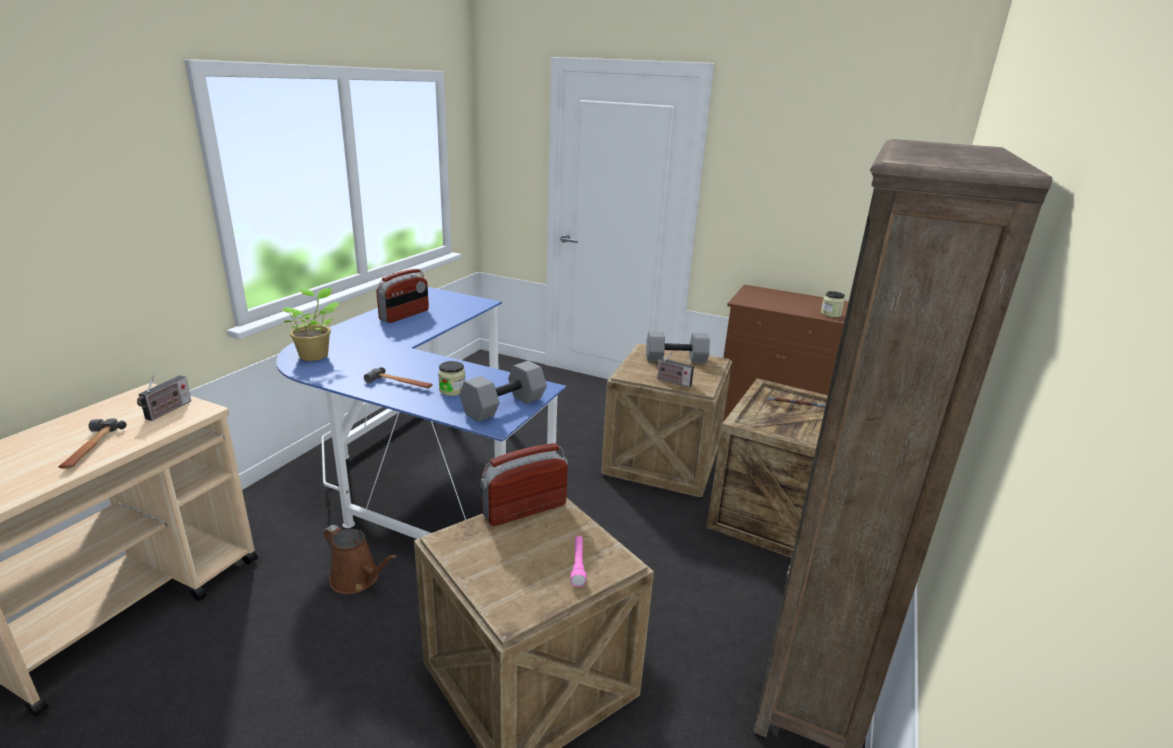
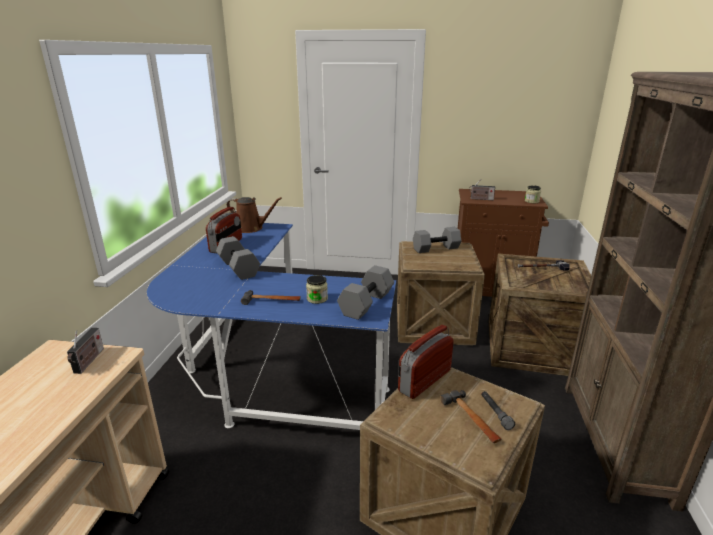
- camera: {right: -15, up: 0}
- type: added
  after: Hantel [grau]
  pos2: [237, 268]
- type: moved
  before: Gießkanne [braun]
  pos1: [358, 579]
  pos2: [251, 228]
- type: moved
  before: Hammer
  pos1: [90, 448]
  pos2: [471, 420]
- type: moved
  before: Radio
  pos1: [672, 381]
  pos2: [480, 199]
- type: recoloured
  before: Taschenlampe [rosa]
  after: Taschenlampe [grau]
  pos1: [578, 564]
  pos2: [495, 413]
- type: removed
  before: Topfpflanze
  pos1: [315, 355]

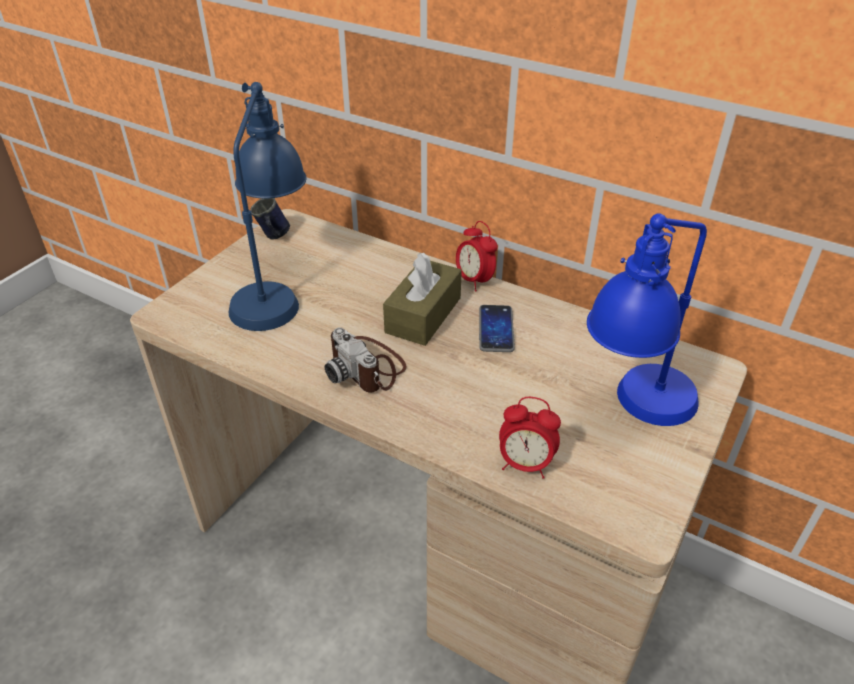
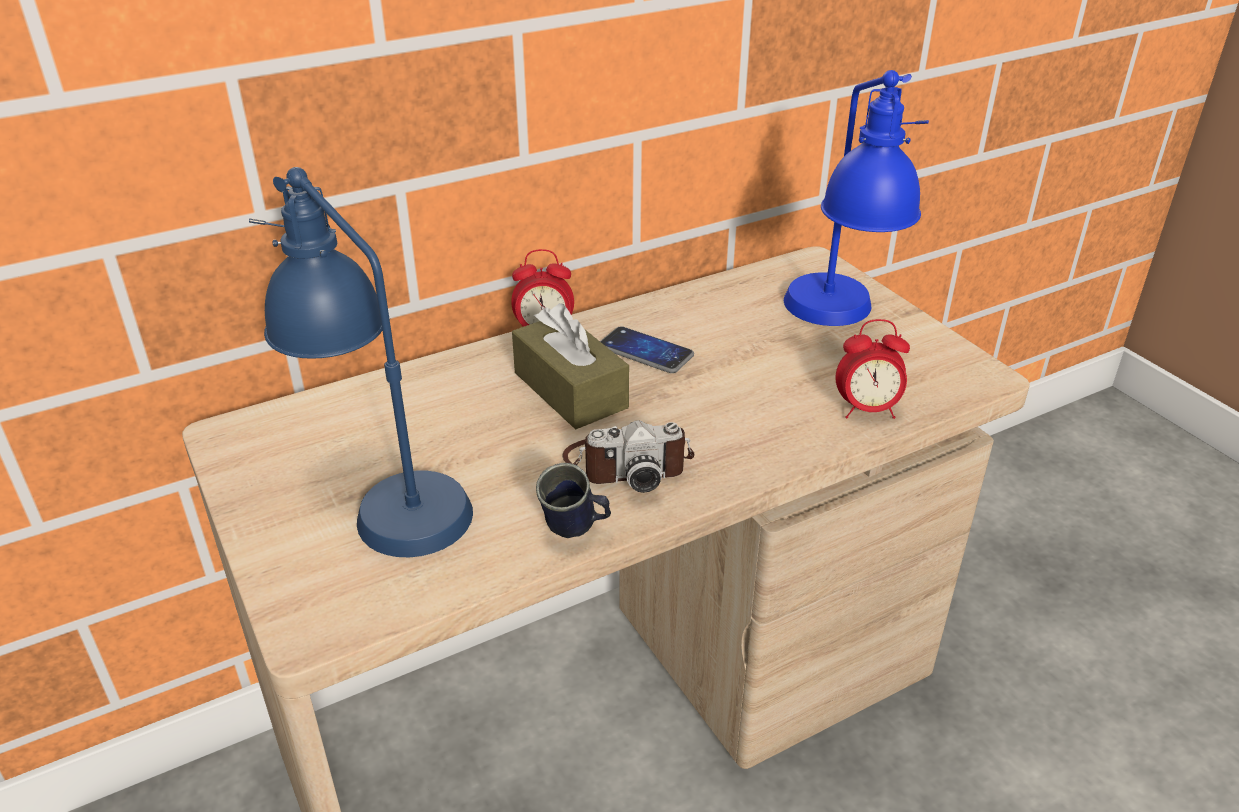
- camera: {right: -60, up: -5}
- type: moved
  before: Henkelbecher [blau]
  pos1: [273, 237]
  pos2: [576, 531]
- type: turned
  before: Wecker
  pos1: [525, 464]
  pos2: [867, 410]
  turn: 45

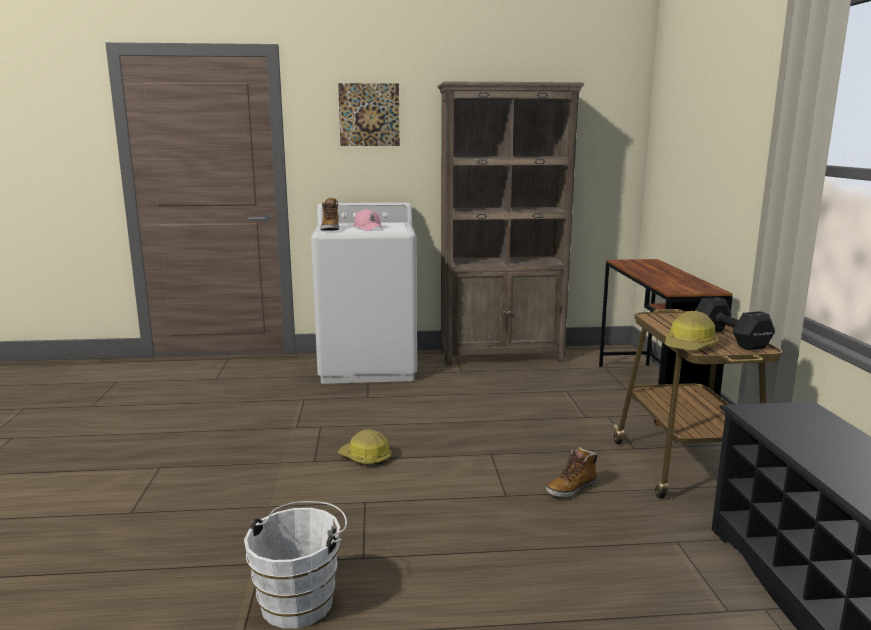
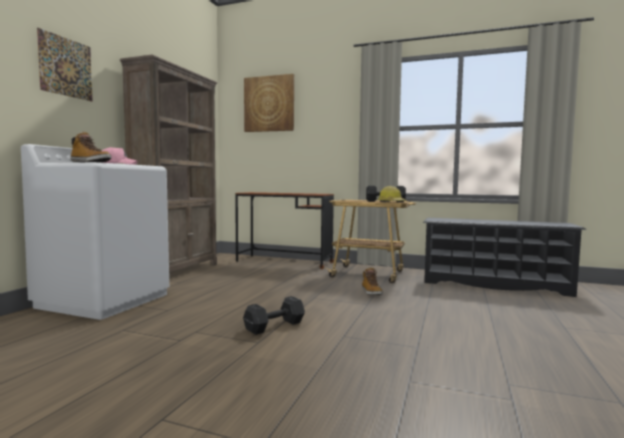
- camera: {right: -65, up: -10}
- type: replaced
  before: Schutzhelm
  after: Hantel [schwarz]
  pos1: [365, 458]
  pos2: [276, 326]
- type: added
  after: Bild
  pos2: [269, 104]
- type: removed
  before: Eimer [weiß]
  pos1: [301, 600]

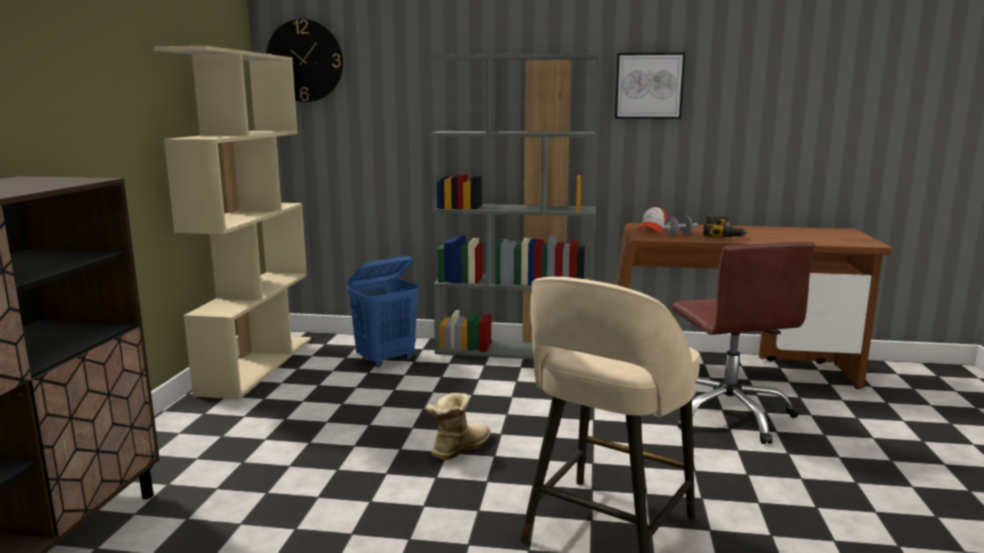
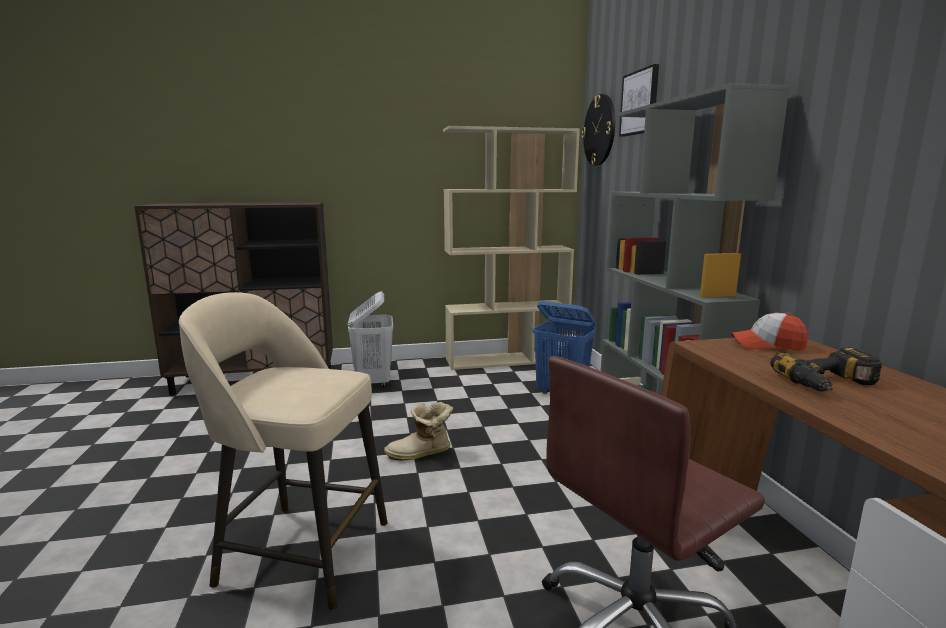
- camera: {right: 70, up: 0}
- type: added
  after: Wäschekorb [weiß]
  pos2: [373, 382]
- type: turned
  before: Stiefel
  pos1: [457, 449]
  pos2: [420, 454]
  turn: 150
- type: moved
  before: Bild
  pos1: [649, 86]
  pos2: [640, 102]
- type: removed
  before: Hantel [grau]
  pos1: [678, 235]

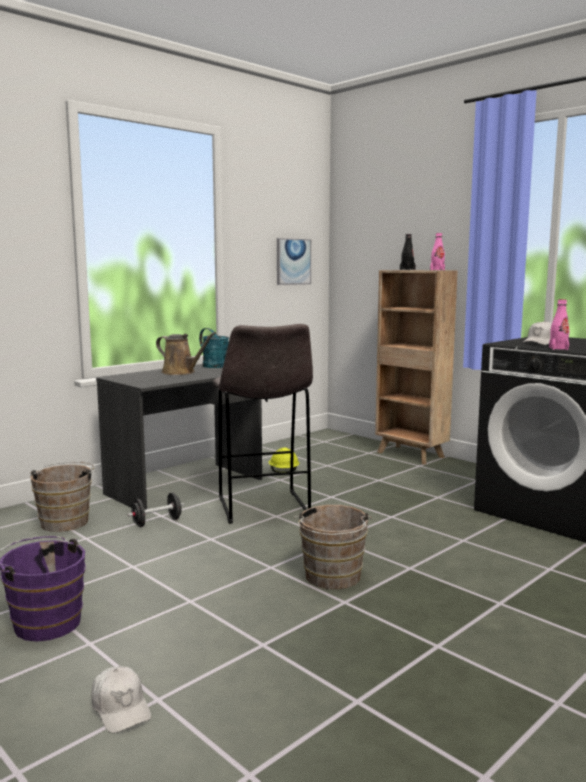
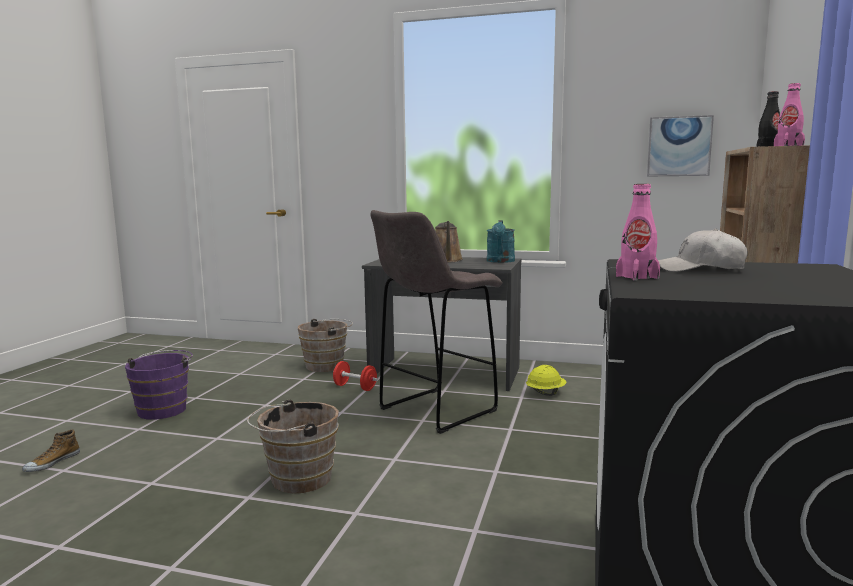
- camera: {right: 60, up: 0}
- type: replaced
  before: Kappe [weiß]
  after: Schuh
  pos1: [121, 708]
  pos2: [52, 463]
- type: recoloured
  before: Hantel [schwarz]
  after: Hantel [rot]
  pos1: [157, 522]
  pos2: [355, 387]

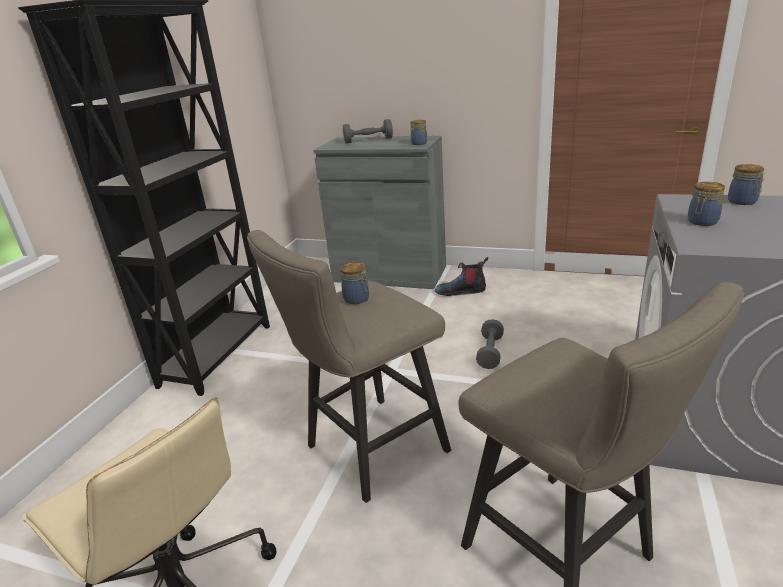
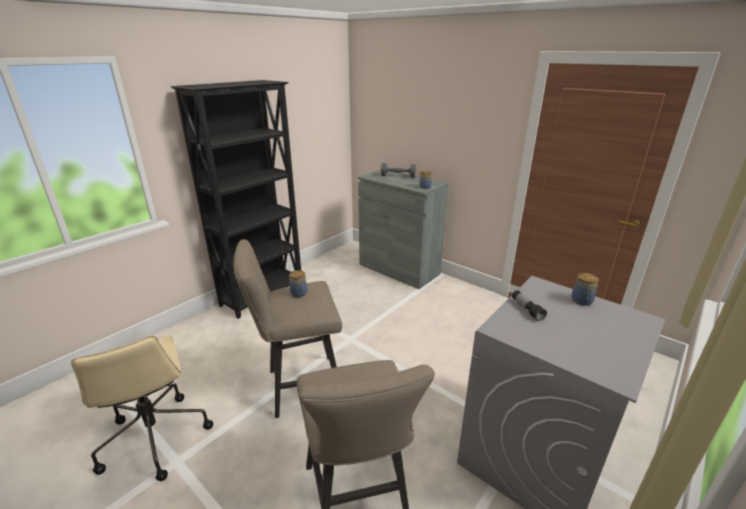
- camera: {right: 20, up: 0}
- type: replaced
  before: Vorratsglas
  after: Taschenlampe
  pos1: [701, 222]
  pos2: [526, 309]
- type: removed
  before: Stiefel
  pos1: [461, 291]
- type: removed
  before: Hantel [grau]
  pos1: [490, 352]

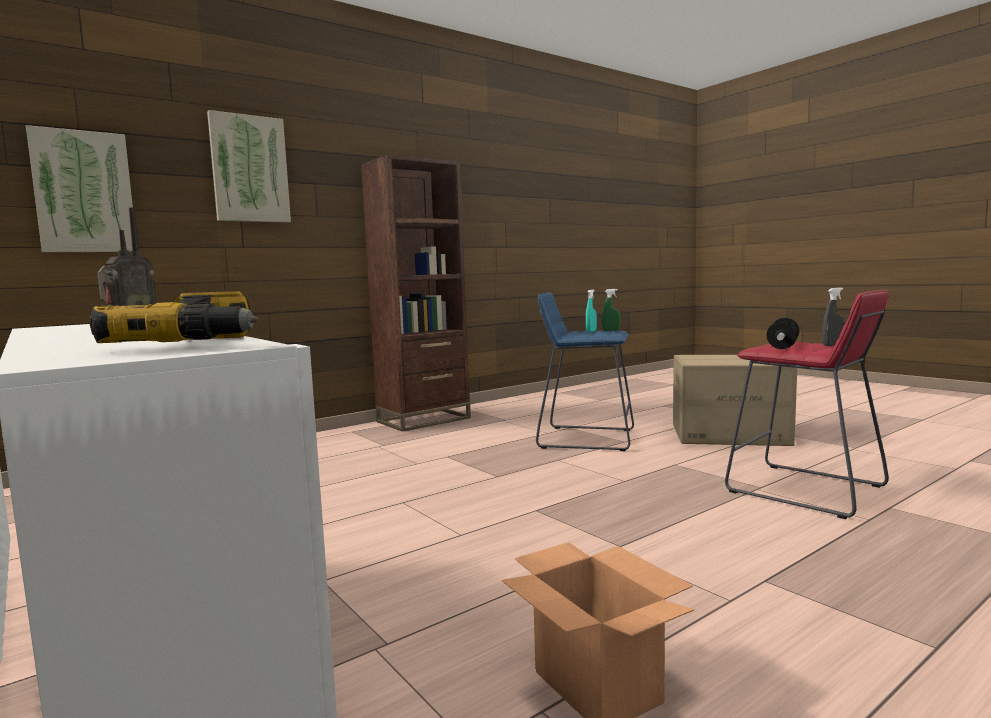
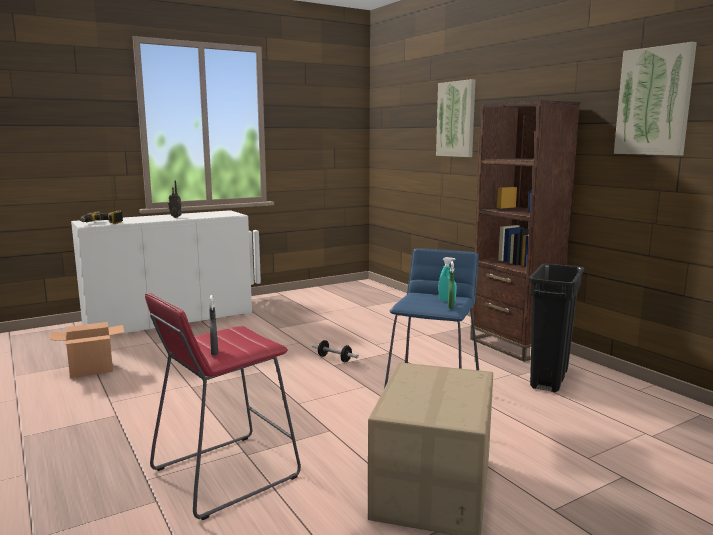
- camera: {right: 95, up: 5}
- type: moved
  before: Hantel
  pos1: [782, 346]
  pos2: [334, 359]
- type: added
  after: Mülleimer [schwarz]
  pos2: [549, 379]
- type: moved
  before: Bild
  pos1: [84, 192]
  pos2: [654, 101]

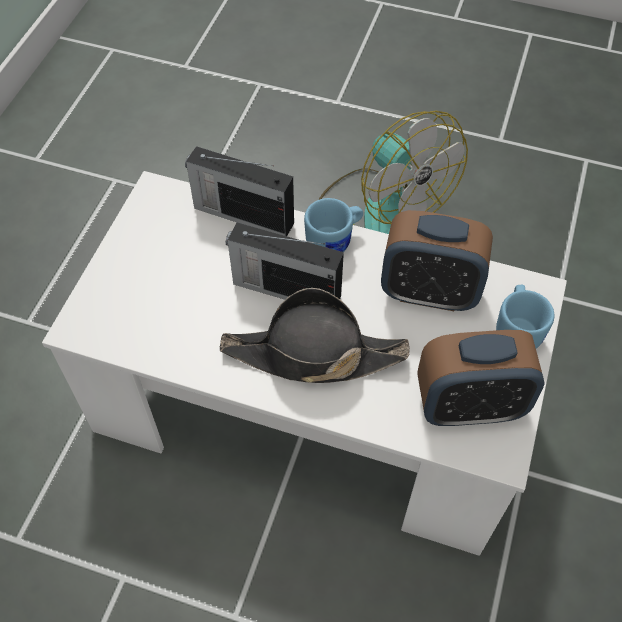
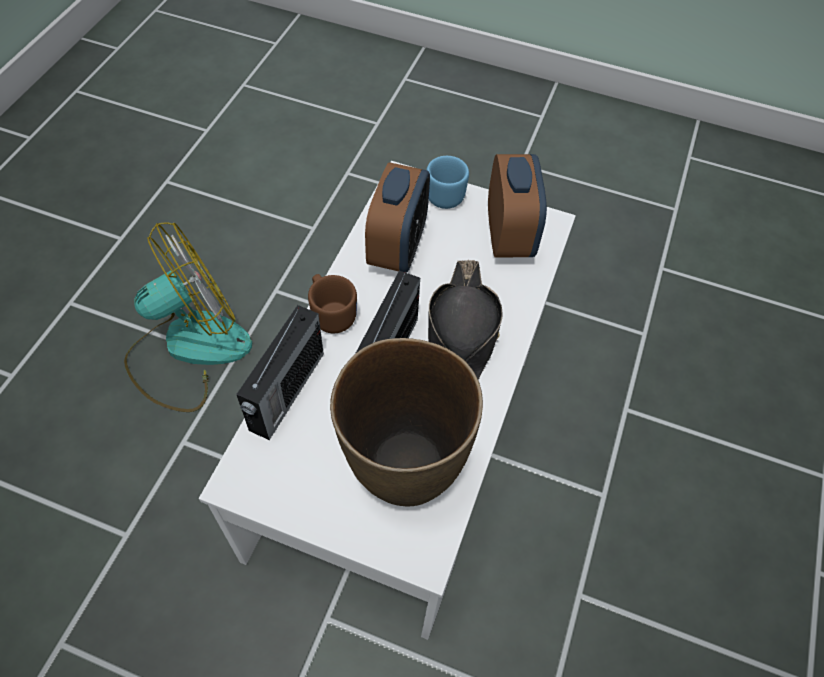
- camera: {right: -90, up: 0}
- type: recoloured
  before: Henkelbecher [blau]
  after: Henkelbecher [braun]
  pos1: [335, 241]
  pos2: [331, 313]
- type: added
  after: Vase [braun]
  pos2: [403, 471]

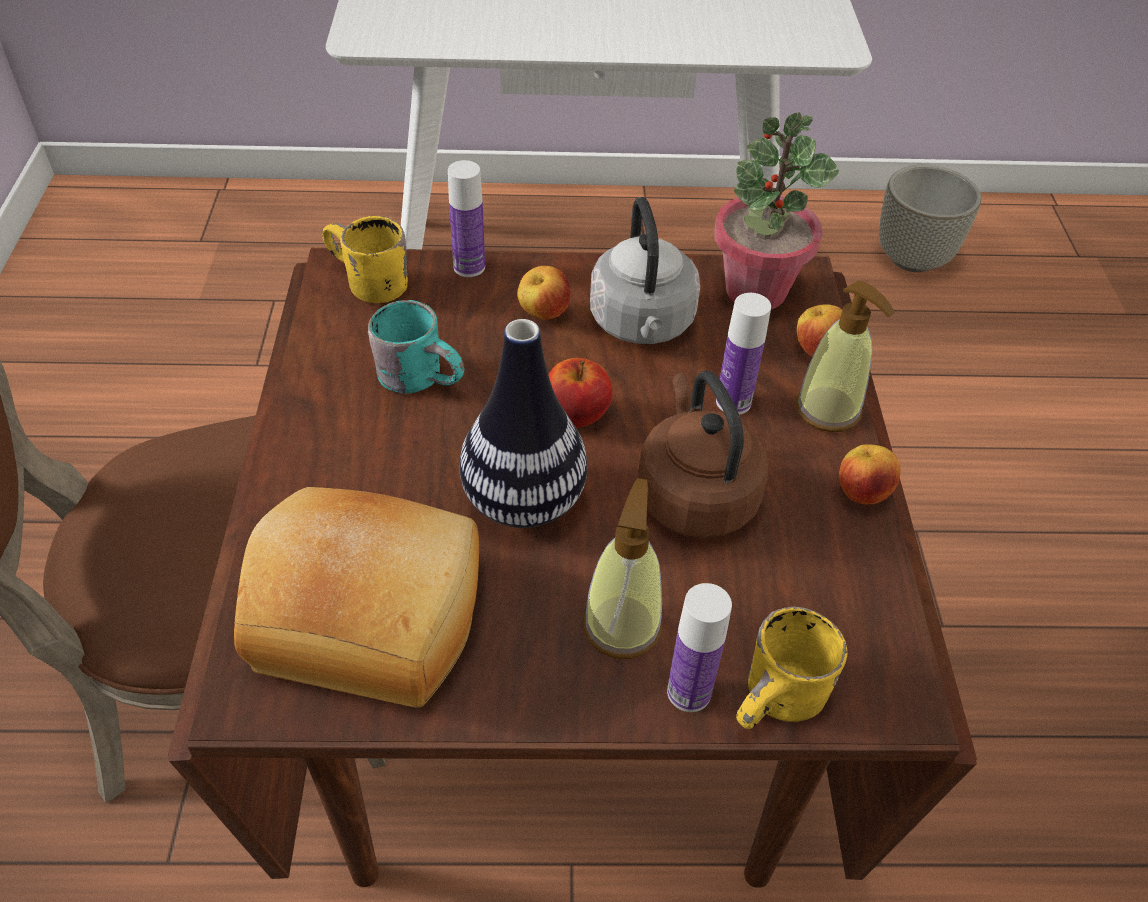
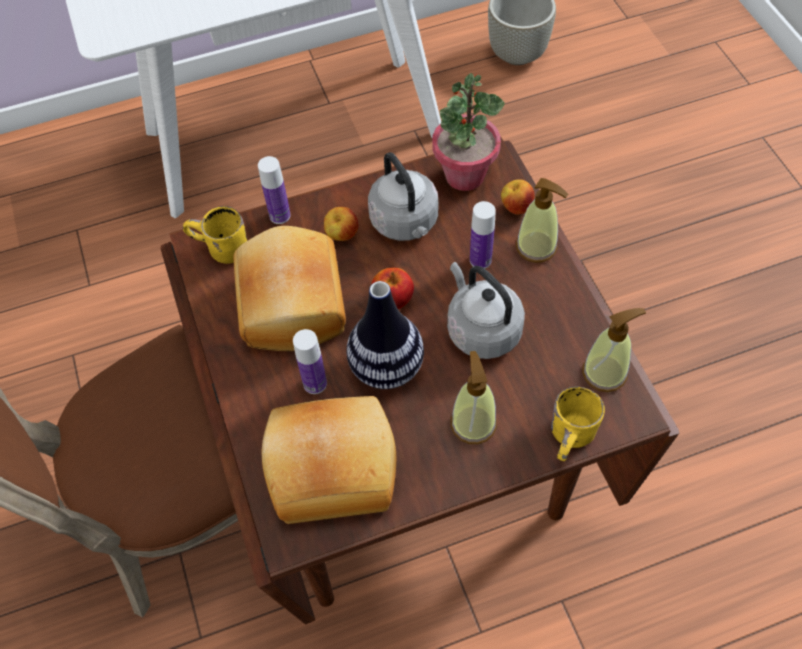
- camera: {right: -15, up: 10}
- type: replaced
  before: Henkelbecher [türkis]
  after: Brot
  pos1: [423, 376]
  pos2: [289, 304]
- type: moved
  before: Flasche
  pos1: [689, 692]
  pos2: [315, 383]
- type: recoloured
  before: Wasserkessel [braun]
  after: Wasserkessel [grau]
  pos1: [694, 494]
  pos2: [481, 329]
- type: added
  after: Seifenspender
  pos2: [605, 373]
- type: removed
  before: Apfel
  pos1: [861, 493]

